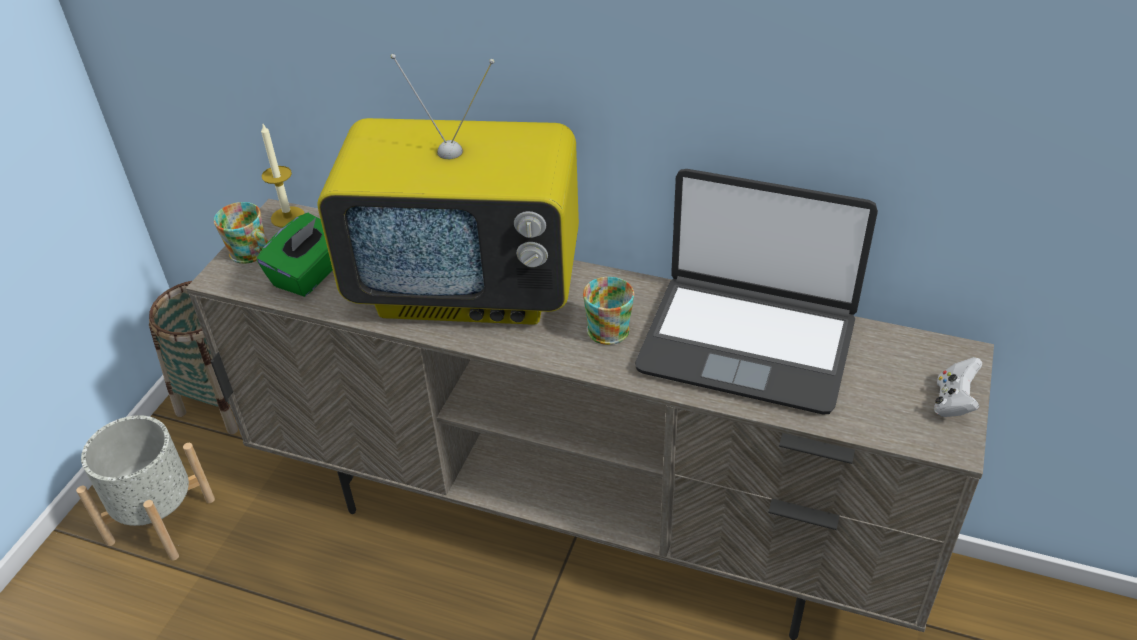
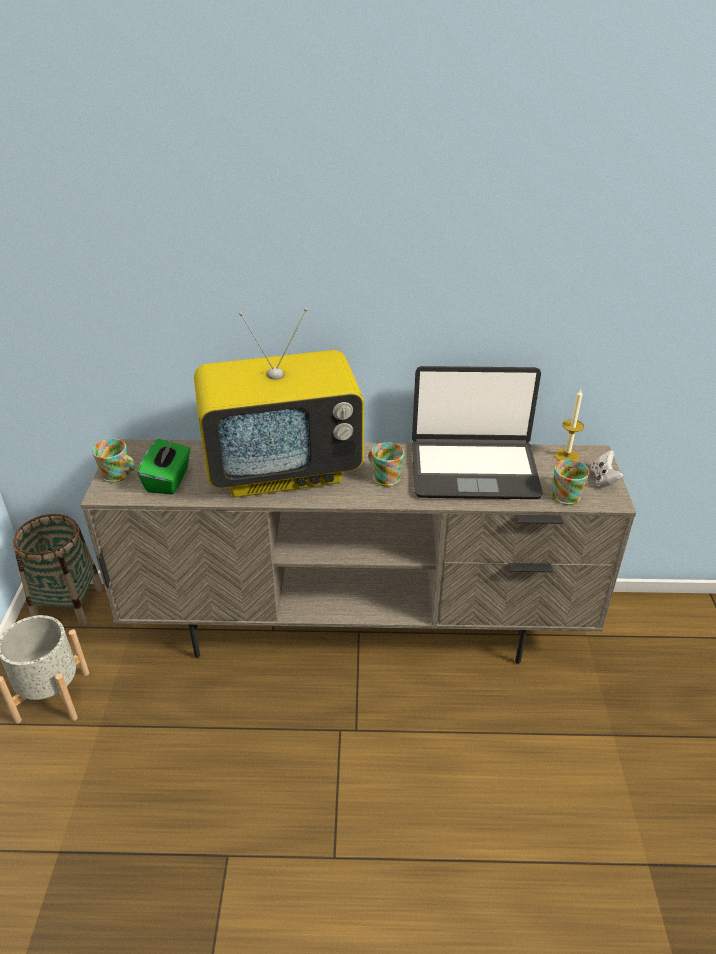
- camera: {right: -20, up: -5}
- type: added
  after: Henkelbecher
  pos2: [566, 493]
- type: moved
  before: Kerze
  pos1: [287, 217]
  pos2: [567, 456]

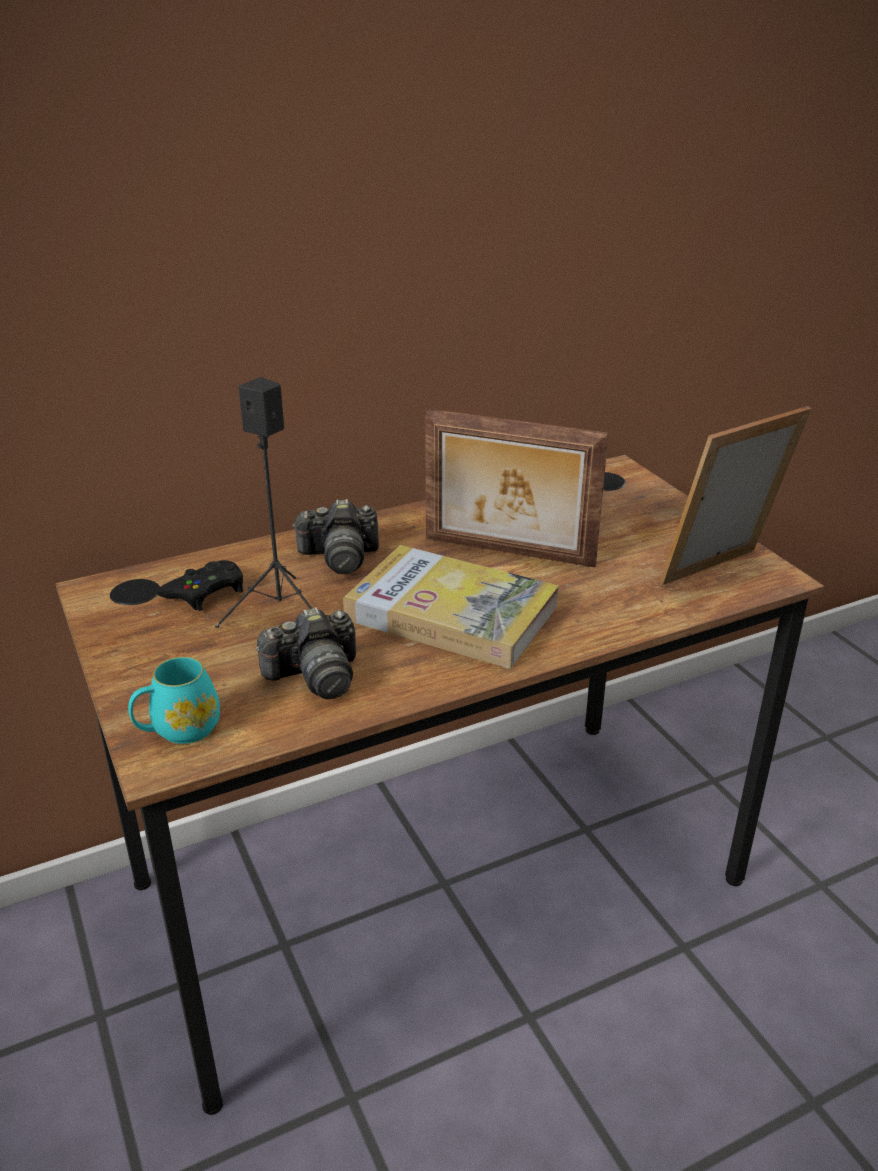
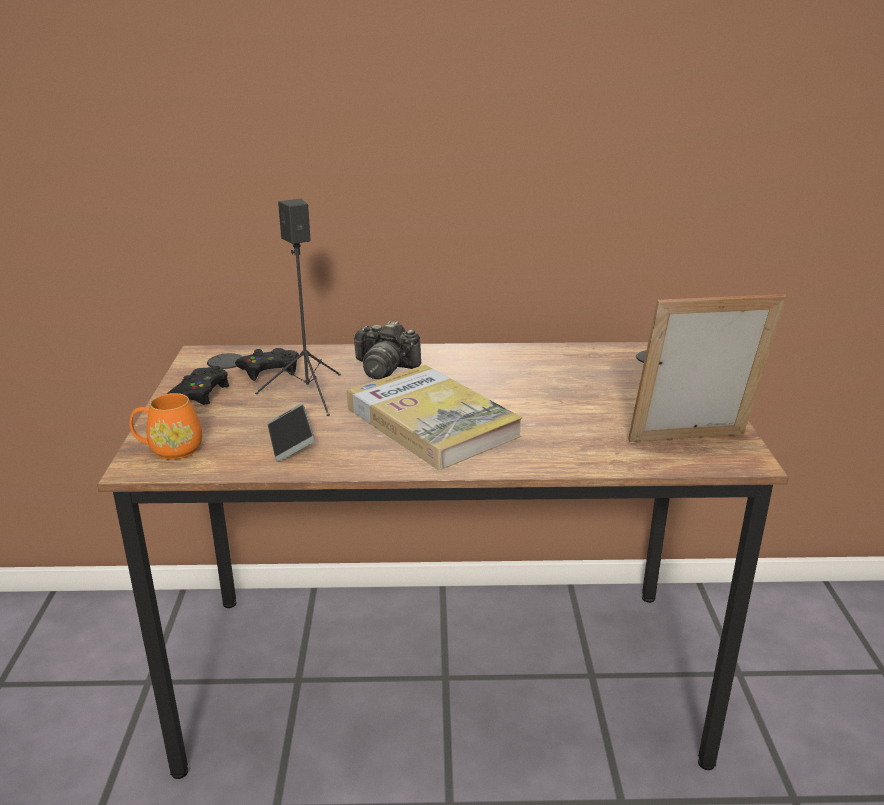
- camera: {right: 25, up: -5}
- type: recoloured
  before: Henkelbecher [türkis]
  after: Henkelbecher [orange]
  pos1: [178, 730]
  pos2: [169, 450]
- type: added
  after: Gamepad [schwarz]
  pos2: [197, 394]
- type: replaced
  before: Kamera
  after: Handy
  pos1: [315, 676]
  pos2: [290, 440]
- type: removed
  before: Bilderrahmen
  pos1: [508, 553]

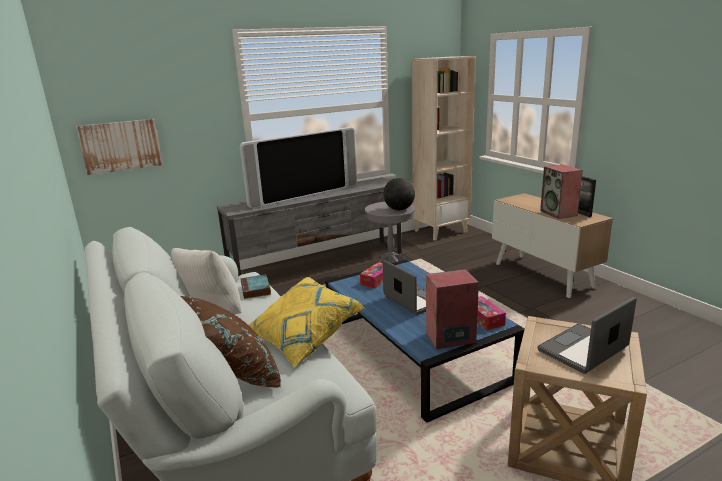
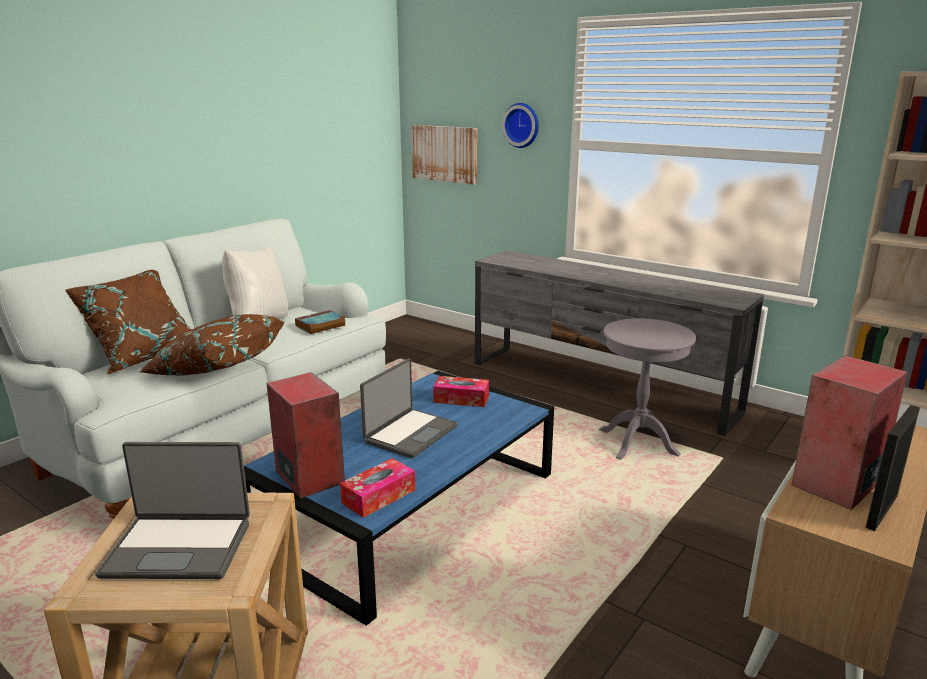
- camera: {right: 65, up: 0}
- type: turned
  before: Laptop
  pos1: [584, 350]
  pos2: [179, 547]
  turn: 150
- type: recoloured
  before: Kissen [gelb]
  after: Kissen [braun]
  pos1: [303, 337]
  pos2: [216, 368]
- type: added
  after: Wanduhr
  pos2: [522, 125]
- type: removed
  before: Fernseher
  pos1: [303, 195]
- type: removed
  before: Globus
  pos1: [399, 209]

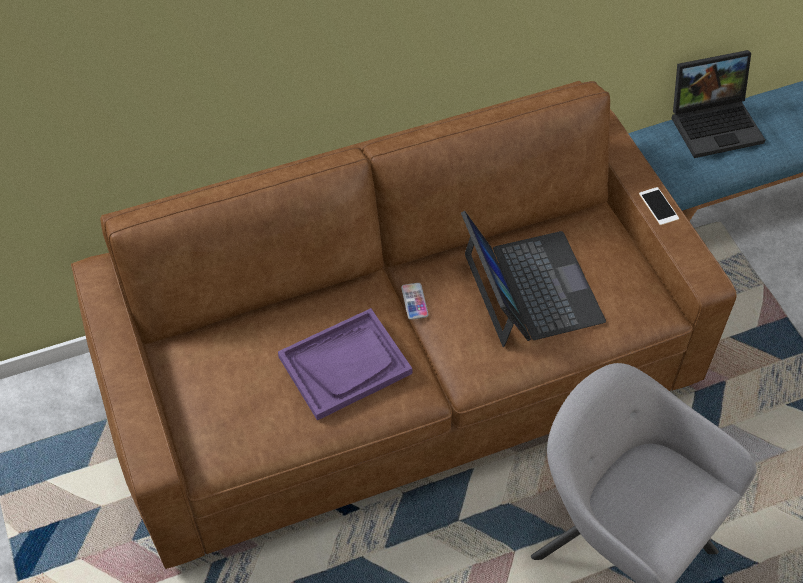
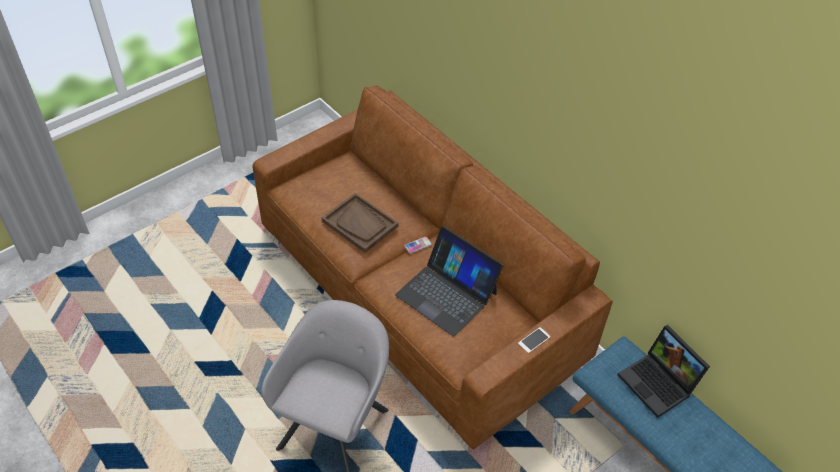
- camera: {right: 70, up: -5}
- type: recoloured
  before: Tablett [lila]
  after: Tablett [braun]
  pos1: [345, 365]
  pos2: [360, 224]
- type: turned
  before: Laptop
  pos1: [530, 288]
  pos2: [447, 294]
  turn: 75

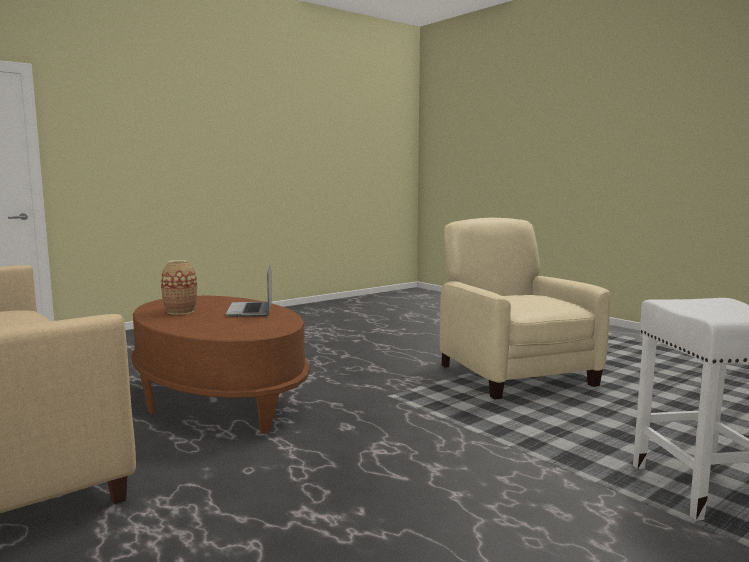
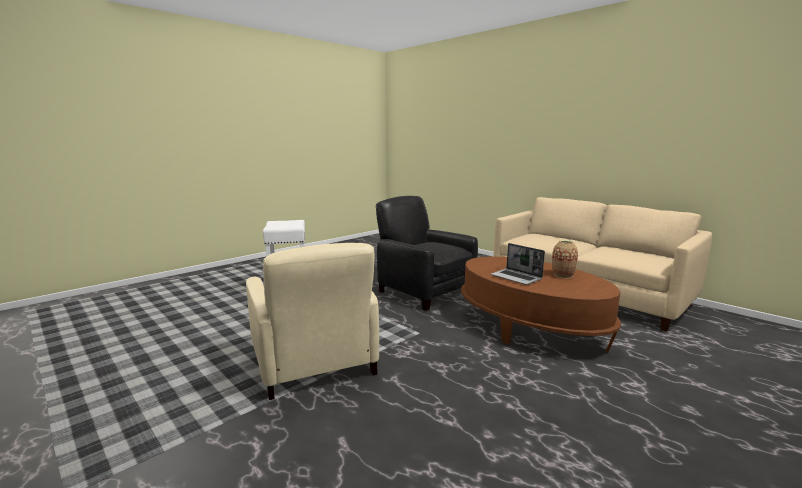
- camera: {right: 175, up: 5}
- type: added
  after: Sessel [schwarz]
  pos2: [424, 291]
- type: turned
  before: Laptop
  pos1: [251, 310]
  pos2: [517, 277]
  turn: 150

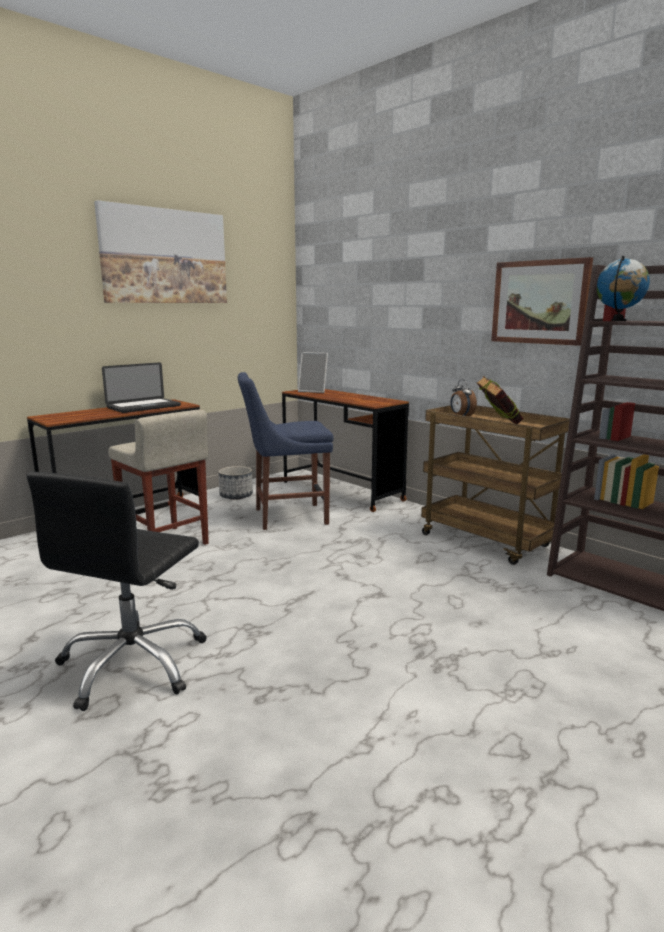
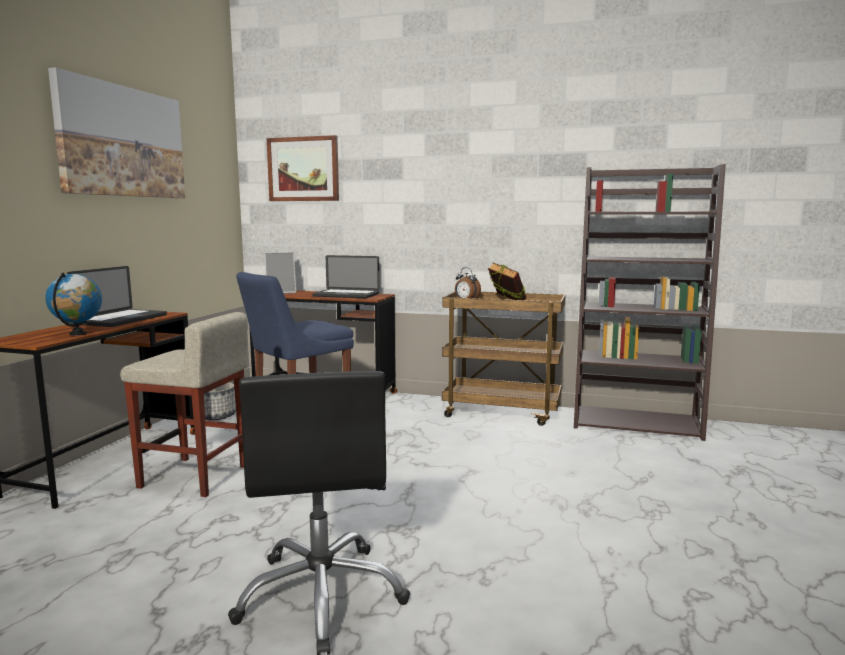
- camera: {right: -30, up: -5}
- type: moved
  before: Globus
  pos1: [618, 320]
  pos2: [78, 334]
- type: moved
  before: Bild
  pos1: [540, 302]
  pos2: [303, 169]
- type: added
  after: Laptop
  pos2: [346, 295]

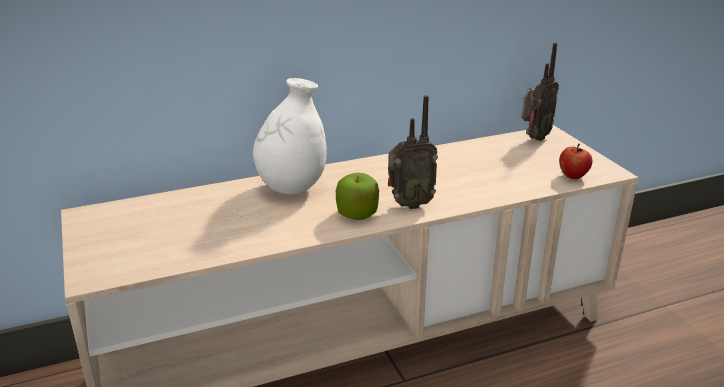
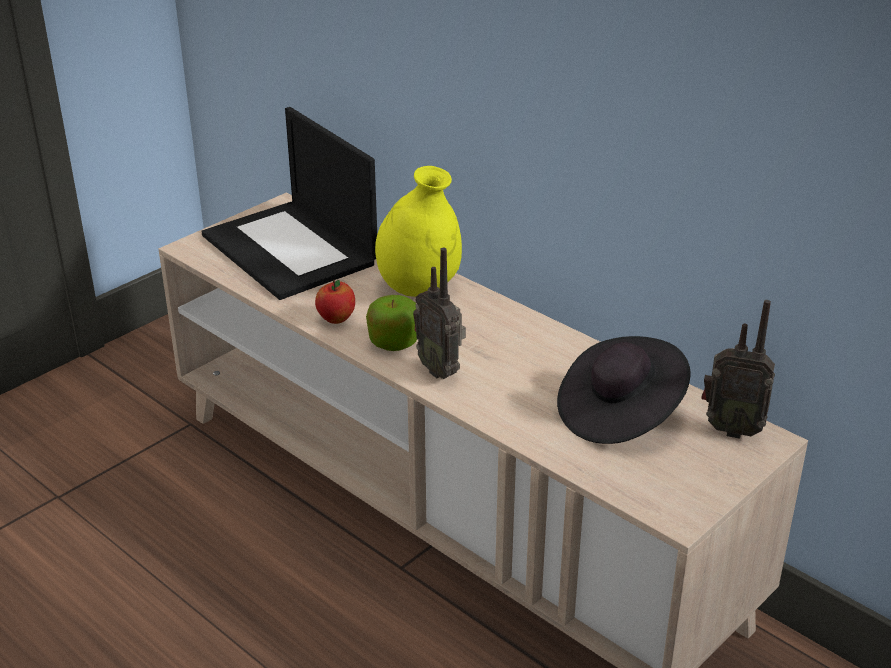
- camera: {right: 65, up: 5}
- type: added
  after: Laptop
  pos2: [292, 250]
- type: moved
  before: Apfel
  pos1: [573, 176]
  pos2: [336, 319]
- type: recoloured
  before: Vase [weiß]
  after: Vase [gelb]
  pos1: [292, 188]
  pos2: [419, 288]
- type: added
  after: Hut [schwarz]
  pos2: [619, 414]

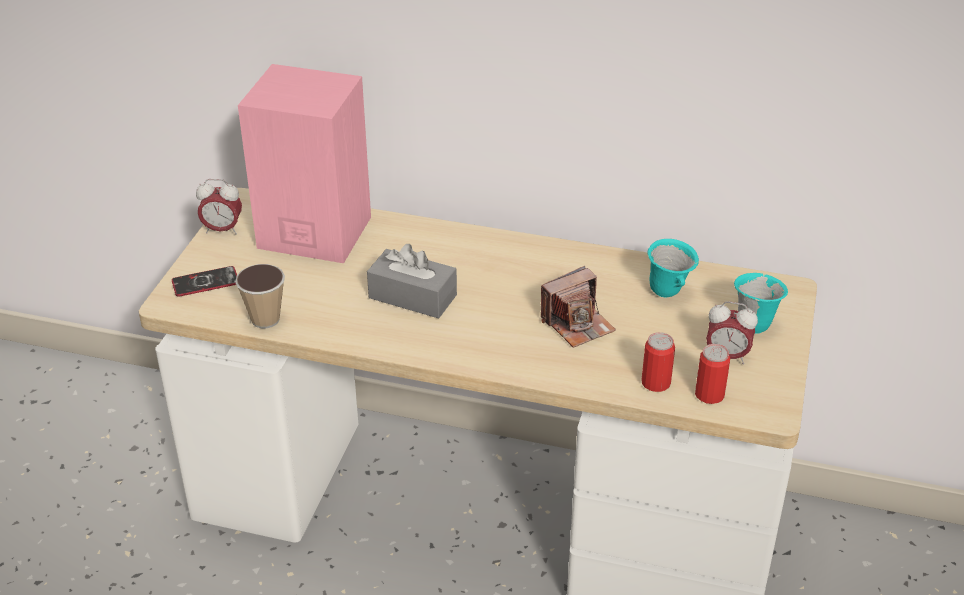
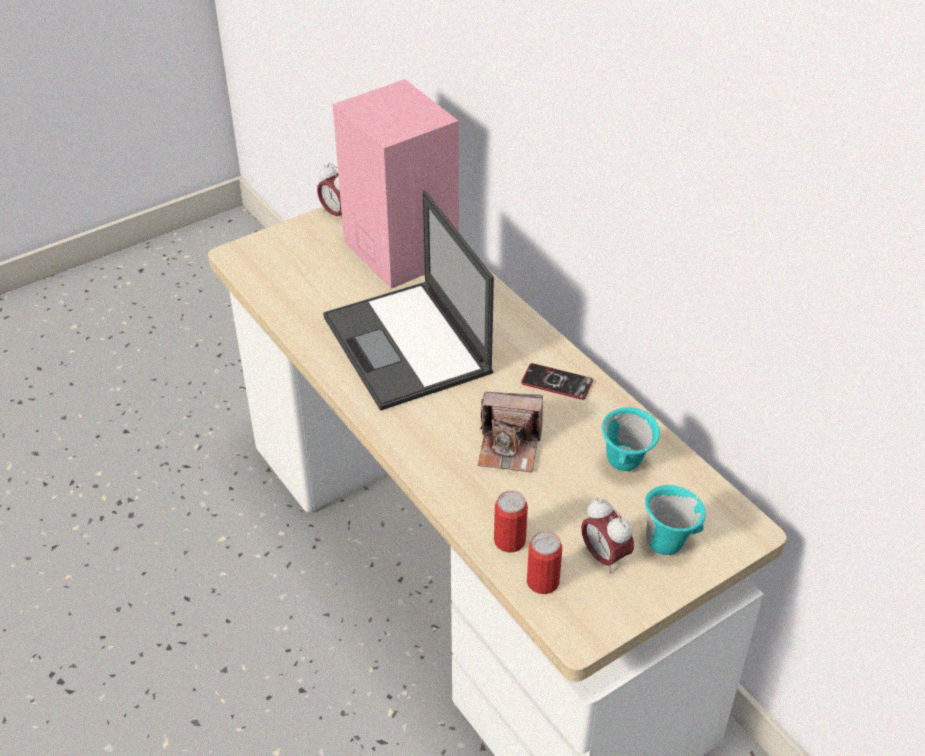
- camera: {right: 40, up: 5}
- type: replaced
  before: Taschentuchbox [grau]
  after: Laptop
  pos1: [412, 296]
  pos2: [408, 346]
- type: moved
  before: Handy
  pos1: [205, 282]
  pos2: [557, 382]
- type: removed
  before: Tasse
  pos1: [265, 319]

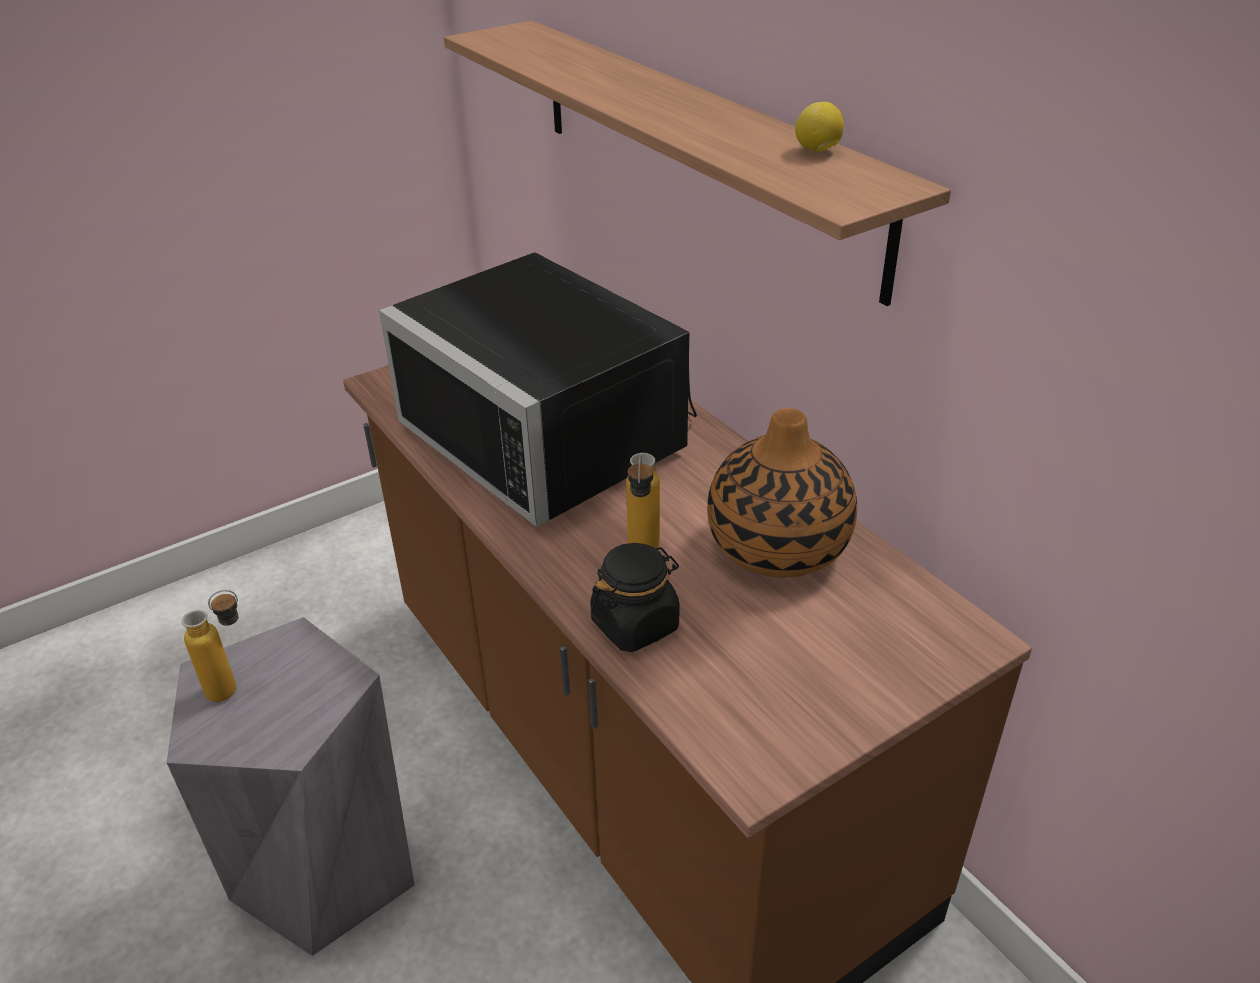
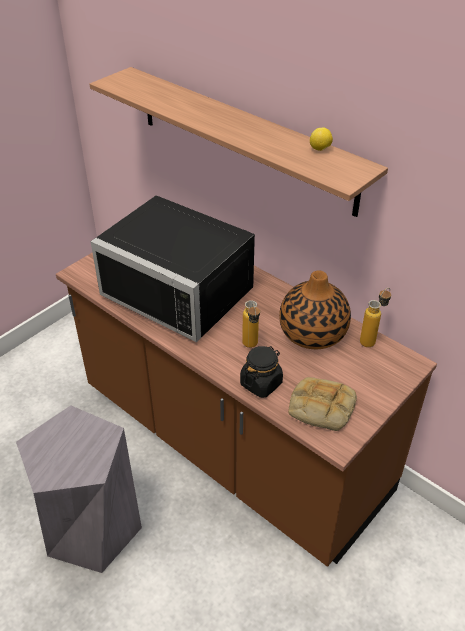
- camera: {right: -15, up: 5}
- type: added
  after: Brot
  pos2: [320, 408]
- type: moved
  before: Flasche
  pos1: [234, 687]
  pos2: [371, 339]

